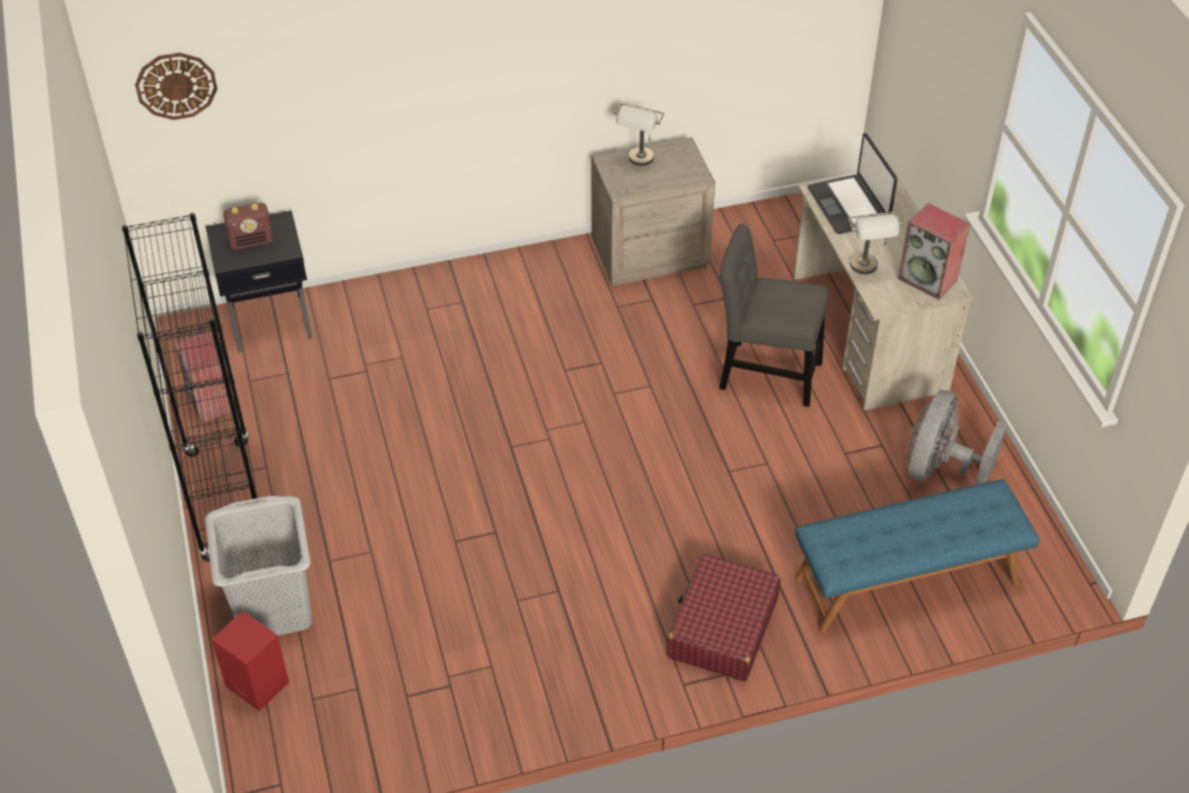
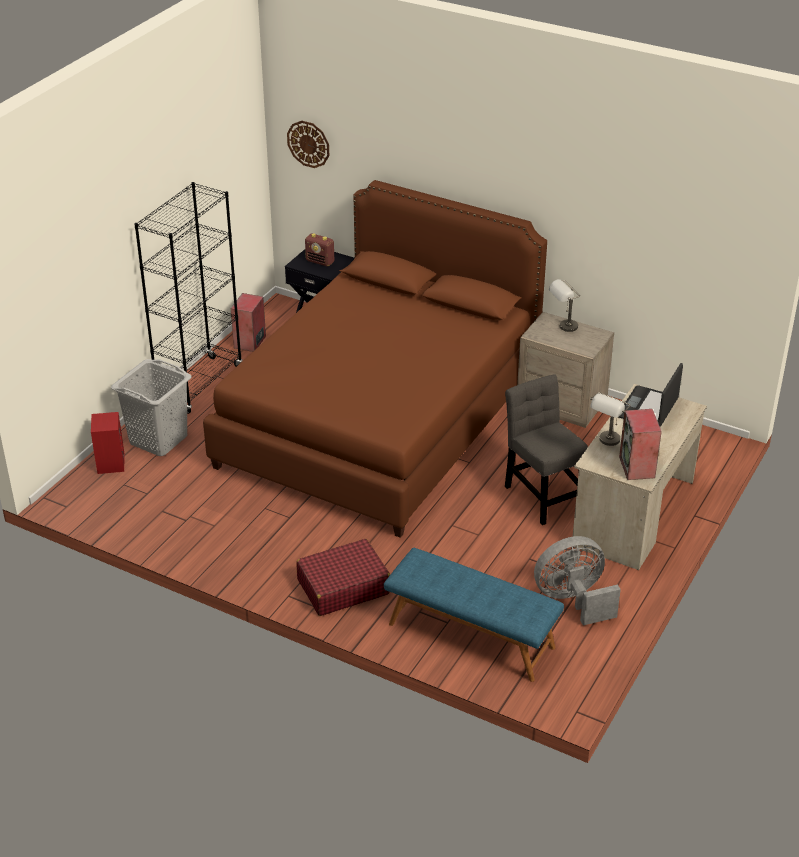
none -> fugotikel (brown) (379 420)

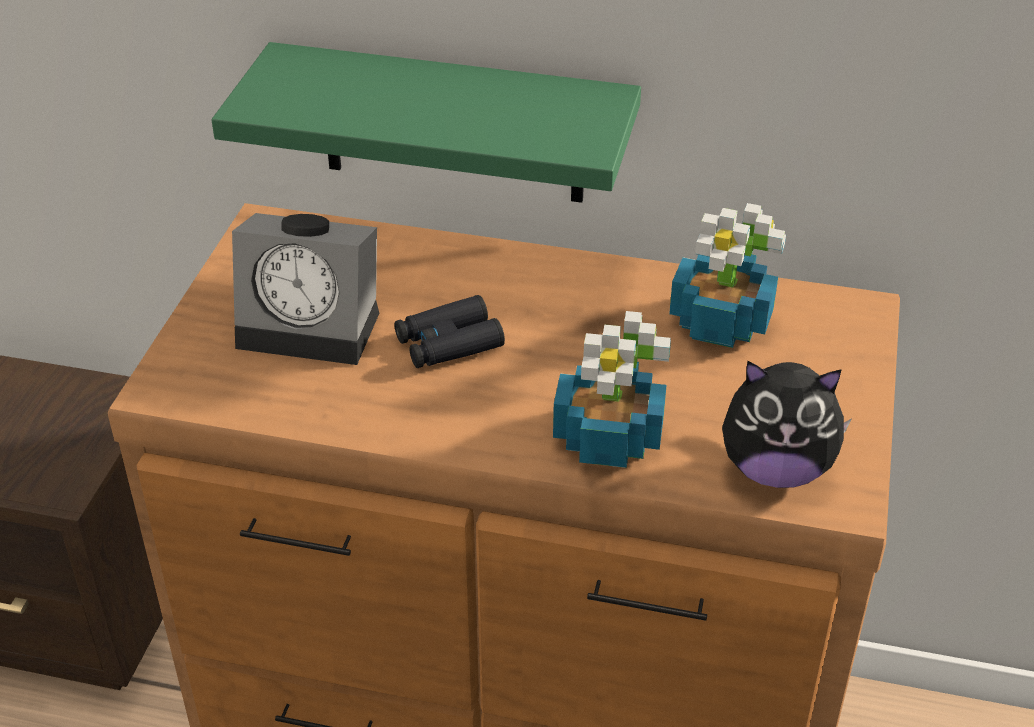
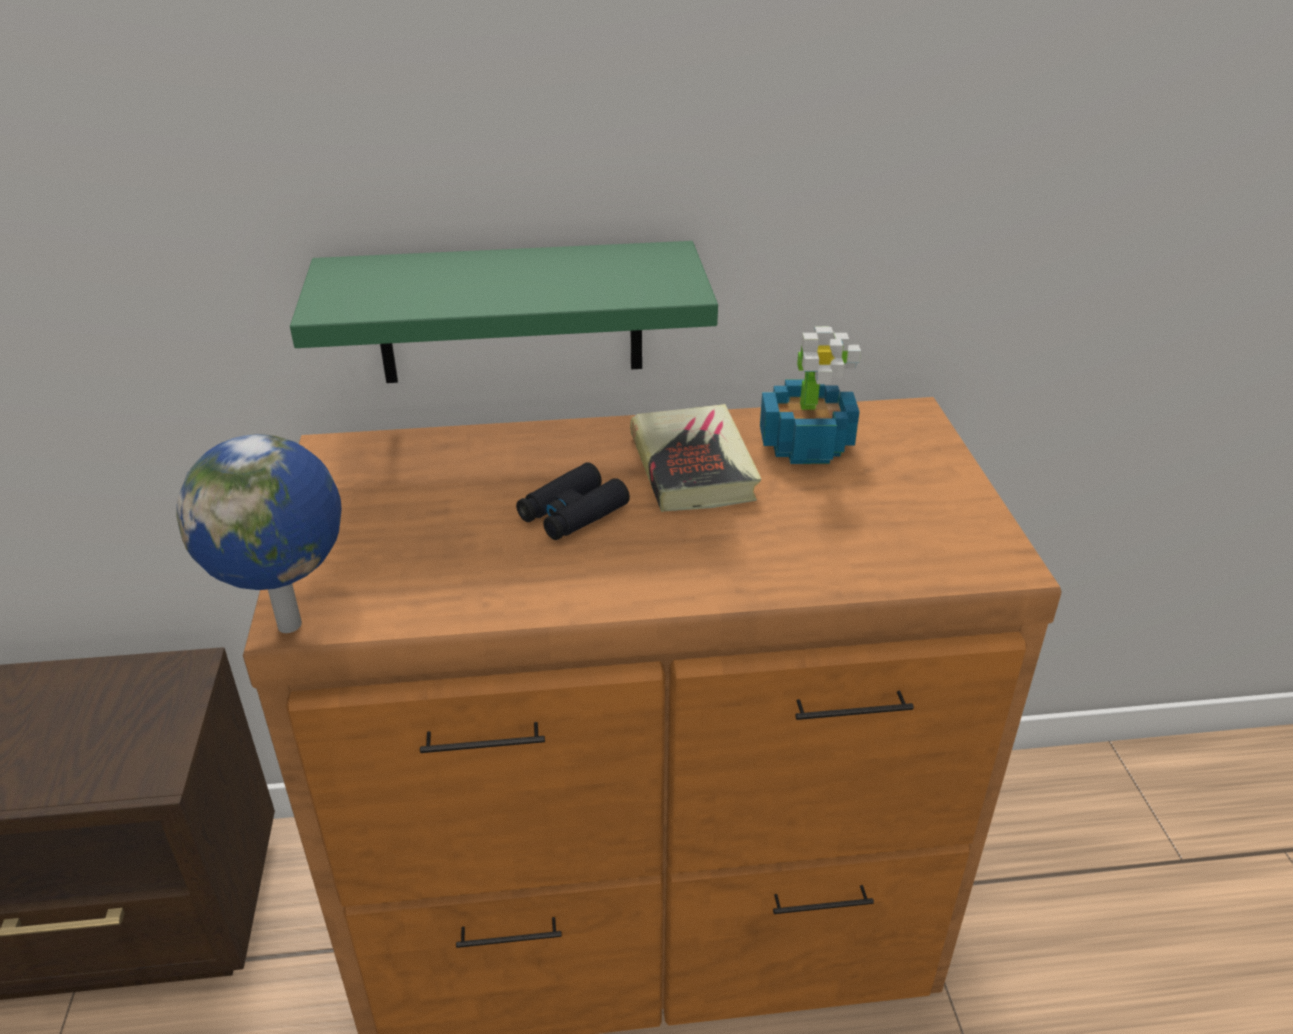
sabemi (315 326) -> none
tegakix (609 437) -> none
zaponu (776 469) -> none
none -> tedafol (693 467)
none -> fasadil (293 624)

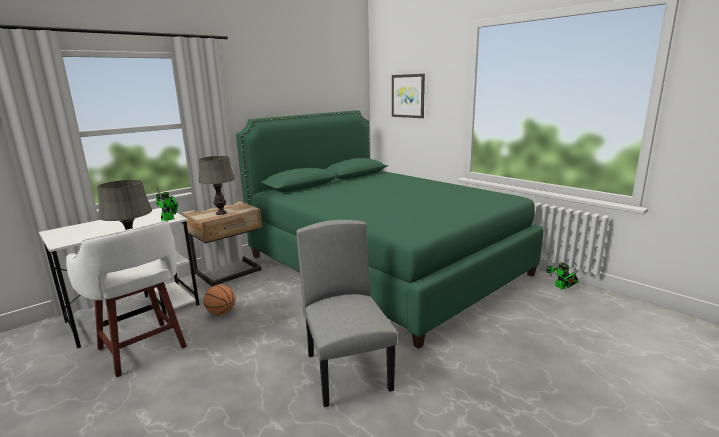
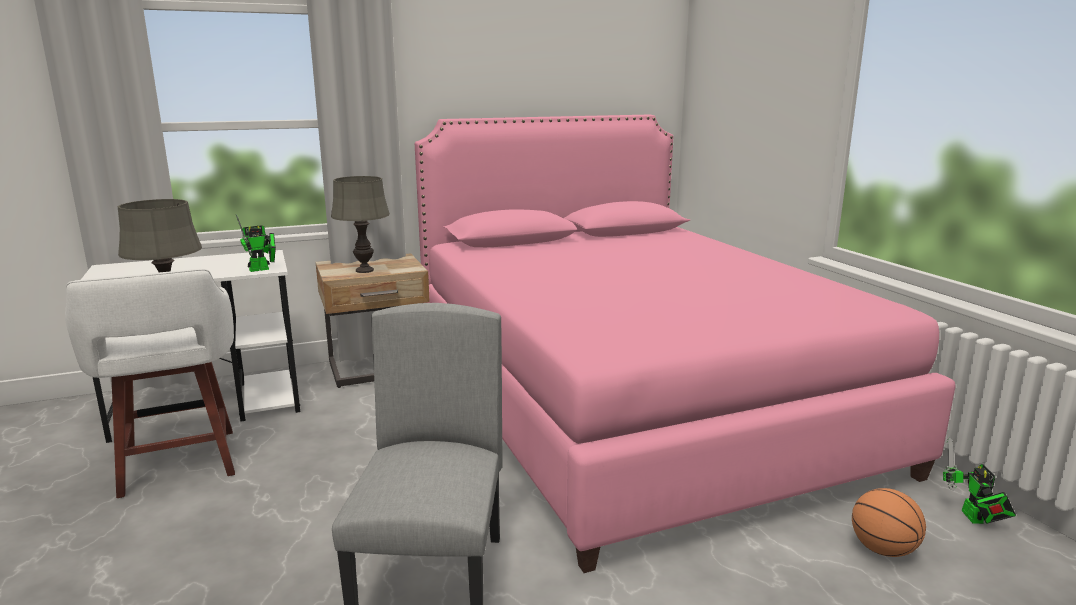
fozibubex (408 96) -> none
fugotikel (green) (383 265) -> fugotikel (pink) (630 402)
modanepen (221 313) -> modanepen (883 550), shifted

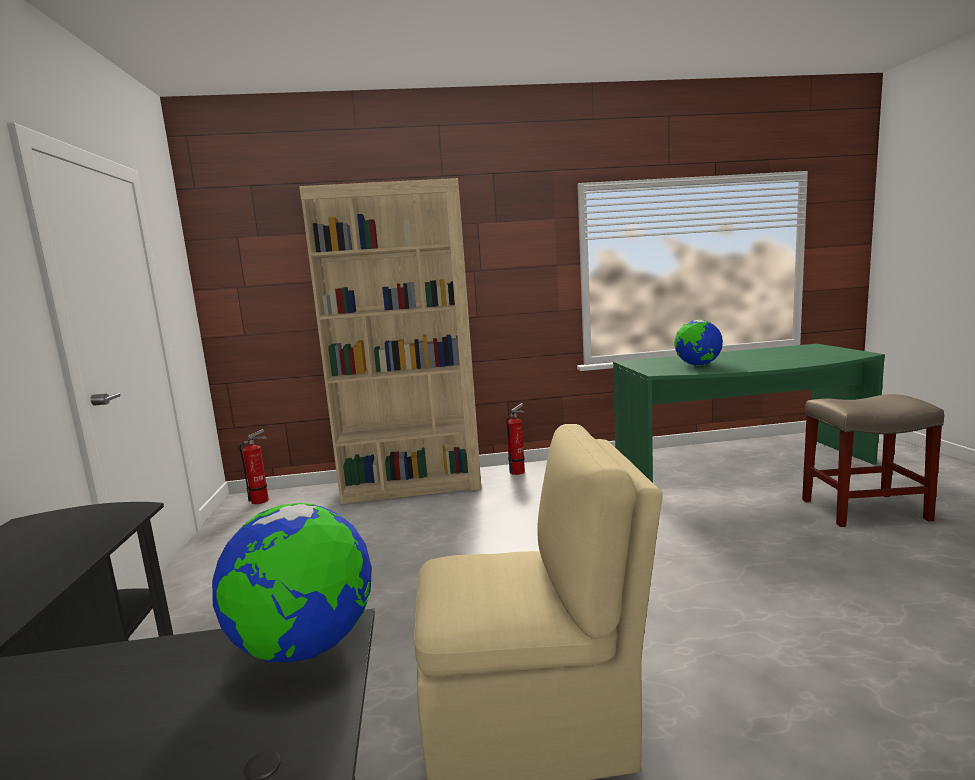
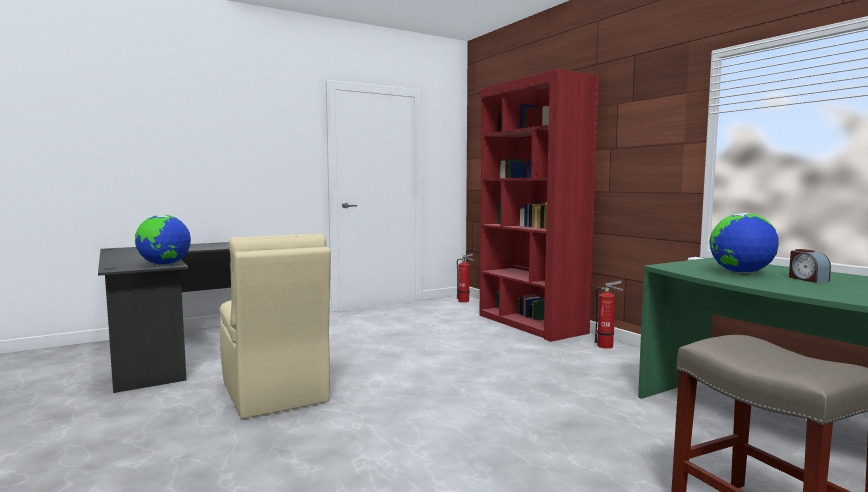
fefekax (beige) (412 486) -> fefekax (red) (530 324)
none -> sabemi (807 279)

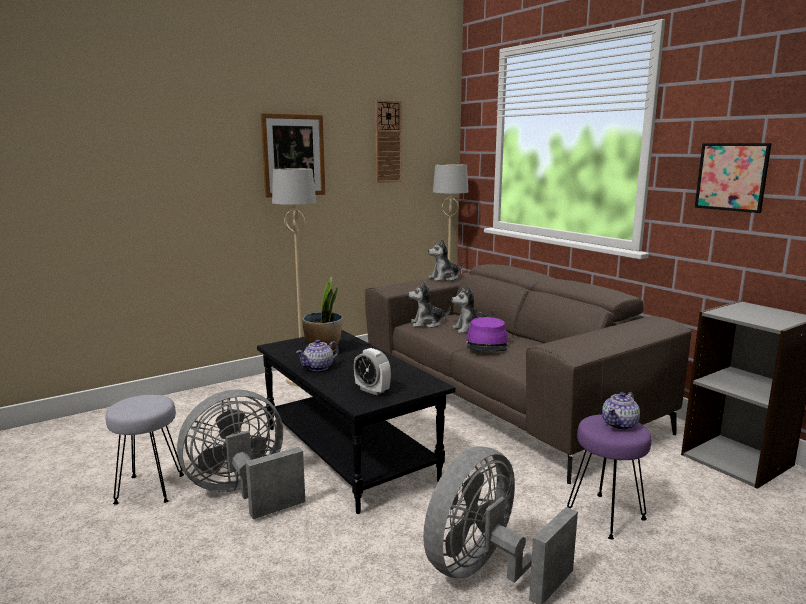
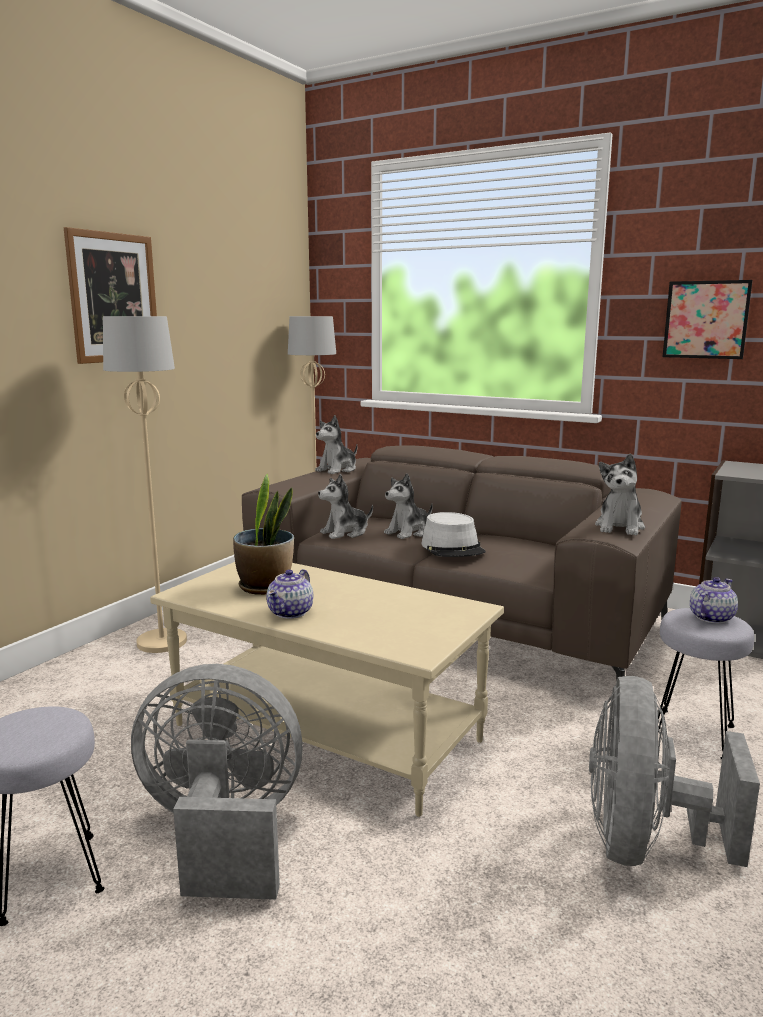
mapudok (388 142) -> none
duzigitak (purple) (487 344) -> duzigitak (grey) (453 548)
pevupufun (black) (350 453) -> pevupufun (beige) (329 732)
sabemi (372 390) -> none
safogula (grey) (244 492) -> safogula (grey) (222 834), 60 degrees clockwise
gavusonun (620 425) -> gavusonun (710 617), 150 degrees counterclockwise
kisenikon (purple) (606 516) -> kisenikon (grey) (694 734)
none -> zaponu (620 527)

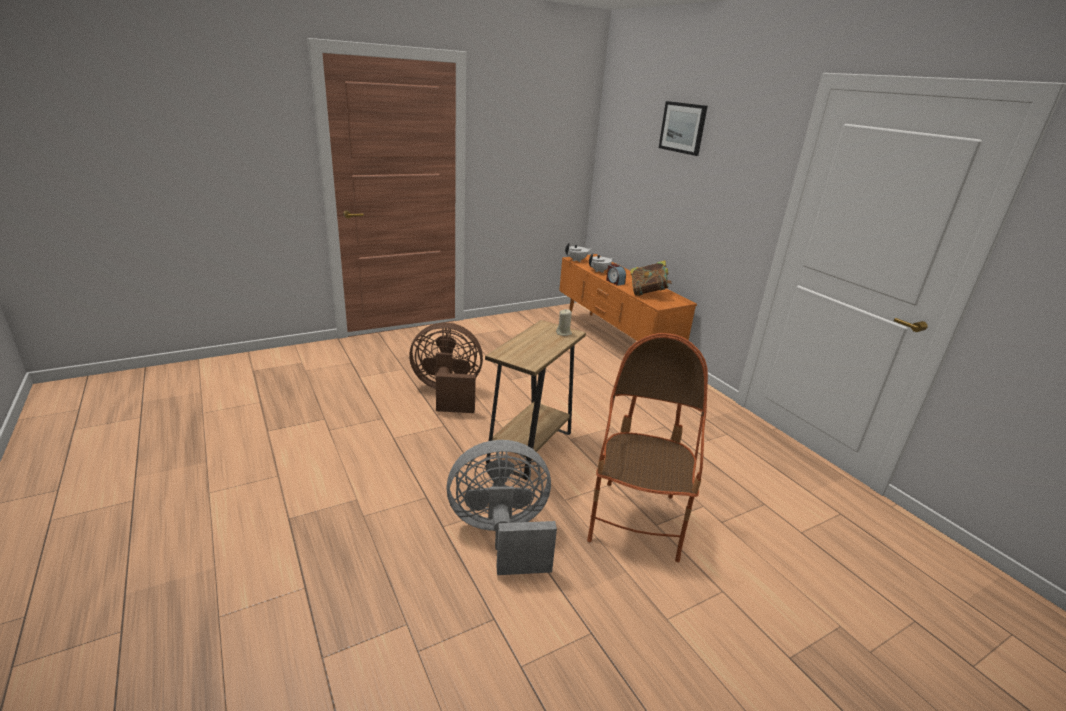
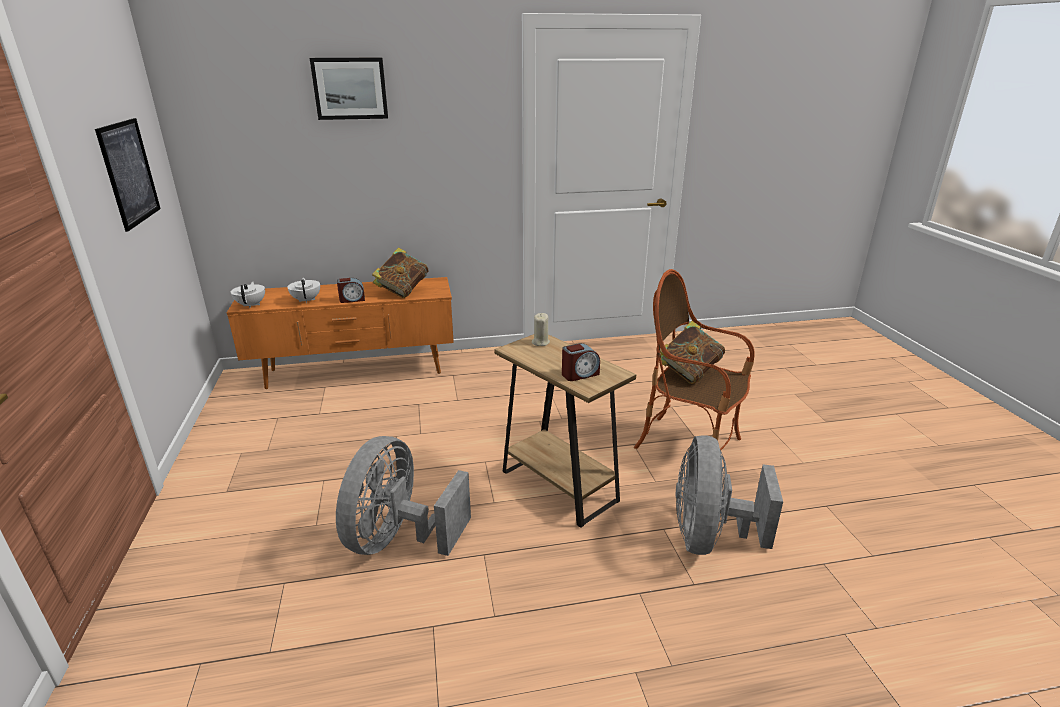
safogula (brown) (447 393) -> safogula (grey) (399 539)
none -> fozibubex (129 173)
none -> tedafol (688 372)
none -> sabemi (579 374)

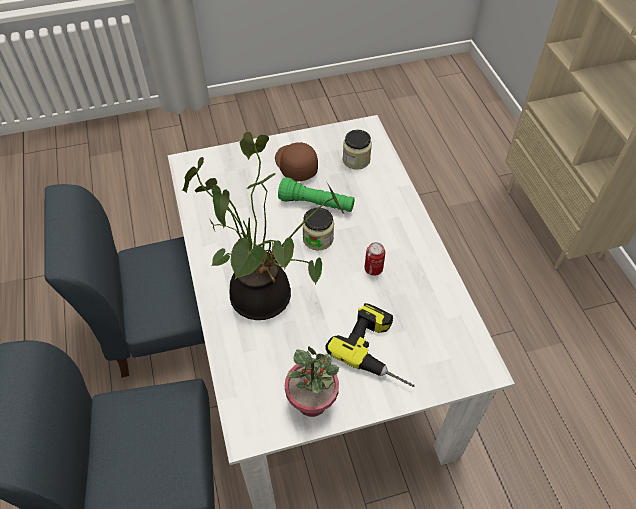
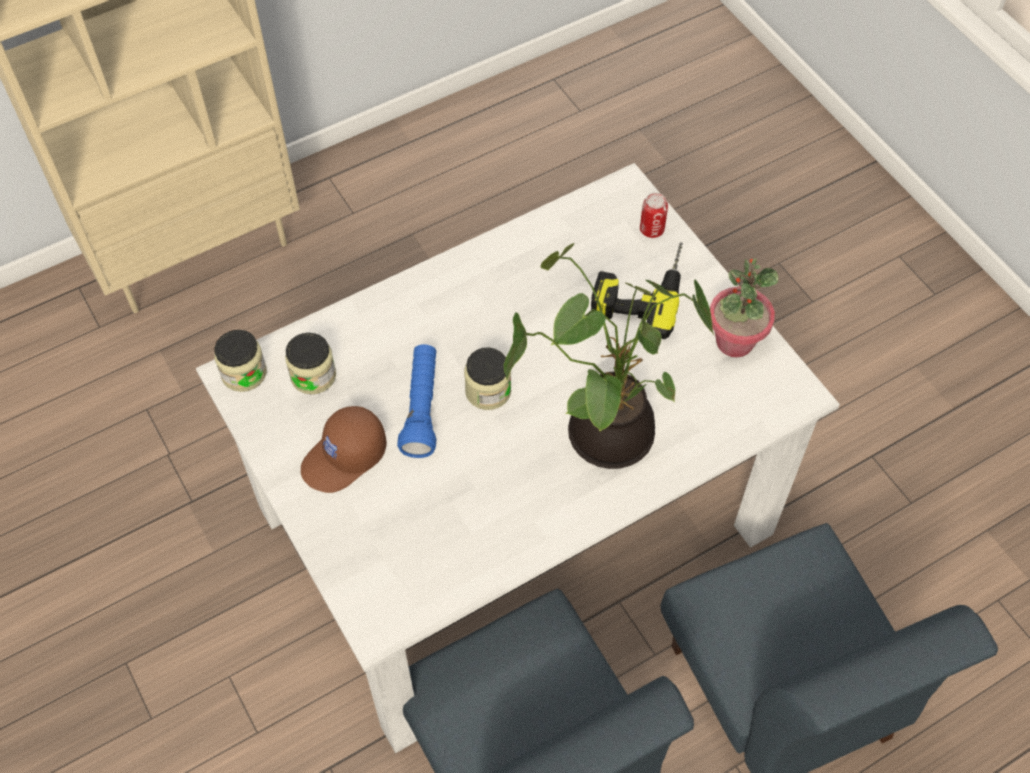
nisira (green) (316 204) -> nisira (blue) (421 408)
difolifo (373 269) -> difolifo (651 229), shifted
none -> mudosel (244 373)

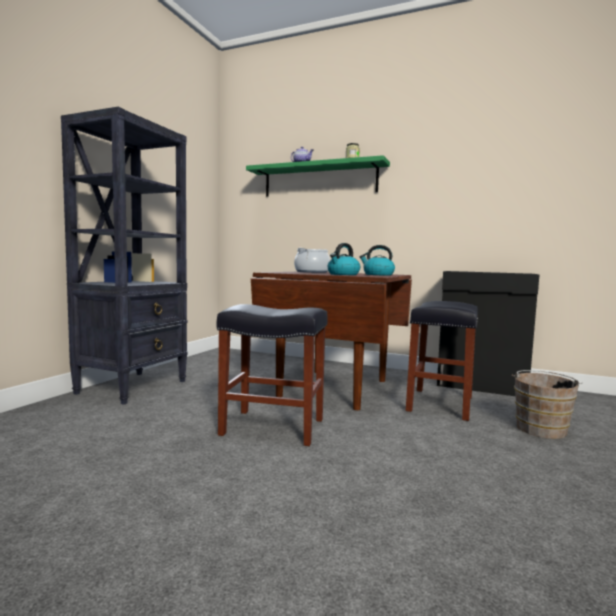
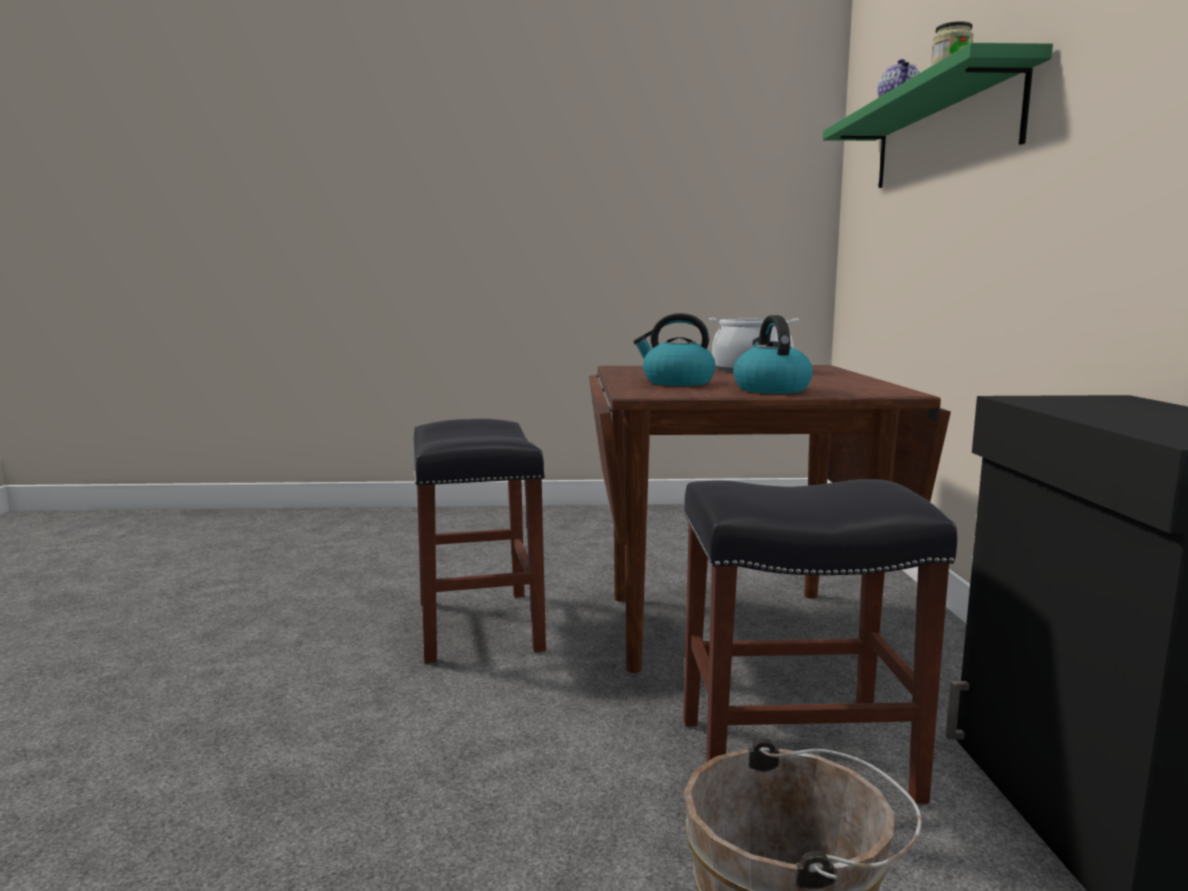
fefekax (black) (133 387) -> none

